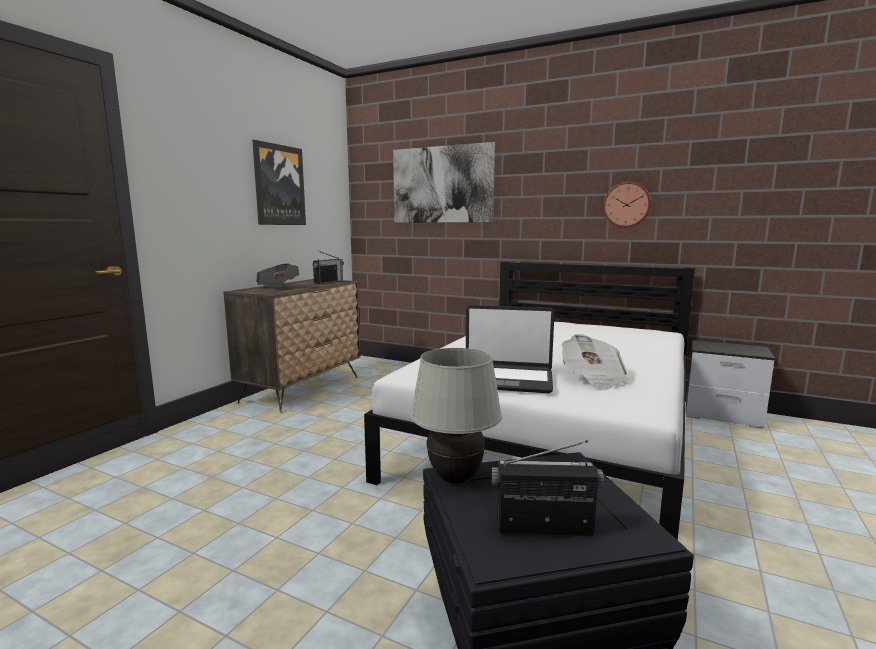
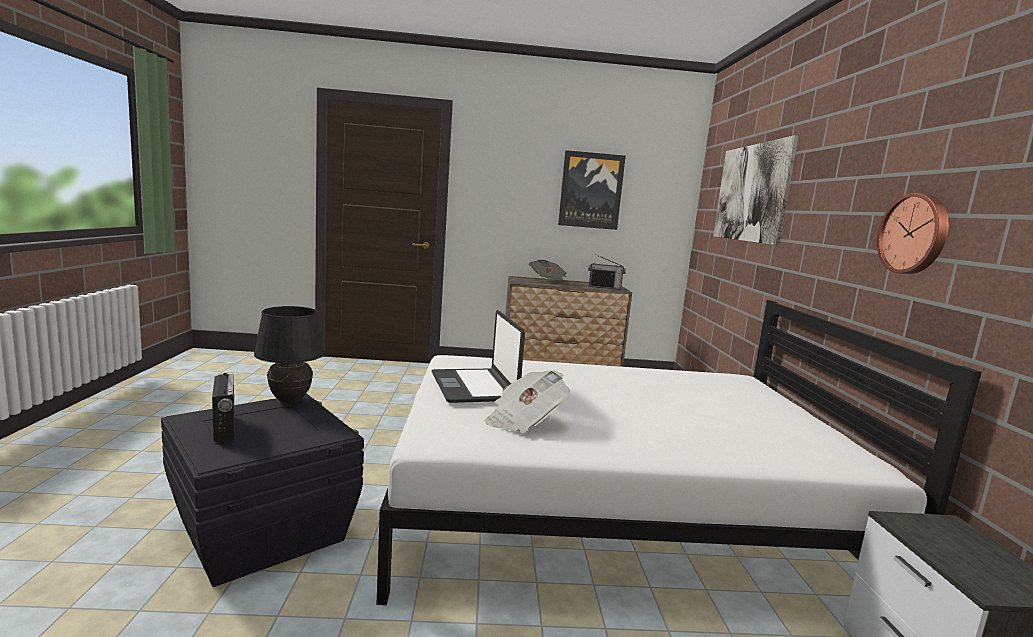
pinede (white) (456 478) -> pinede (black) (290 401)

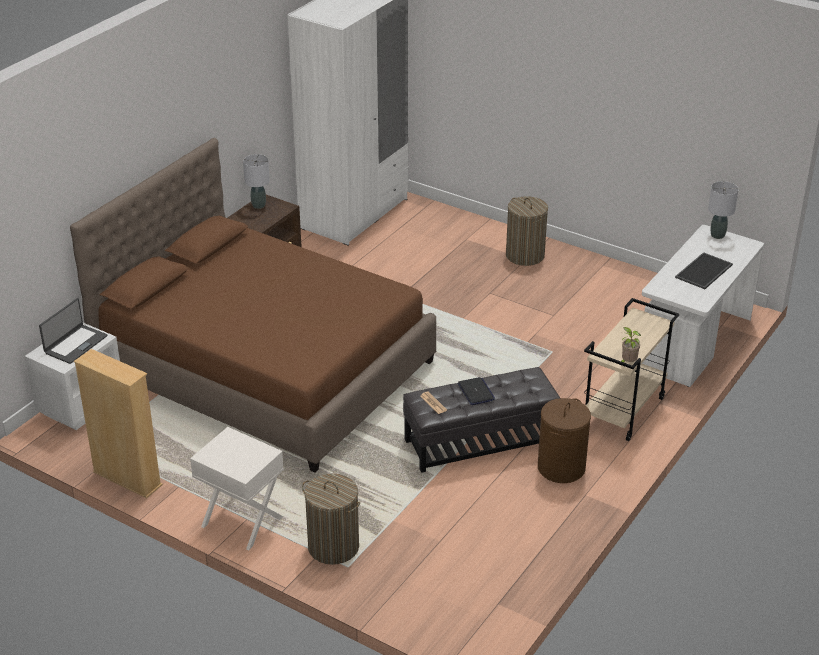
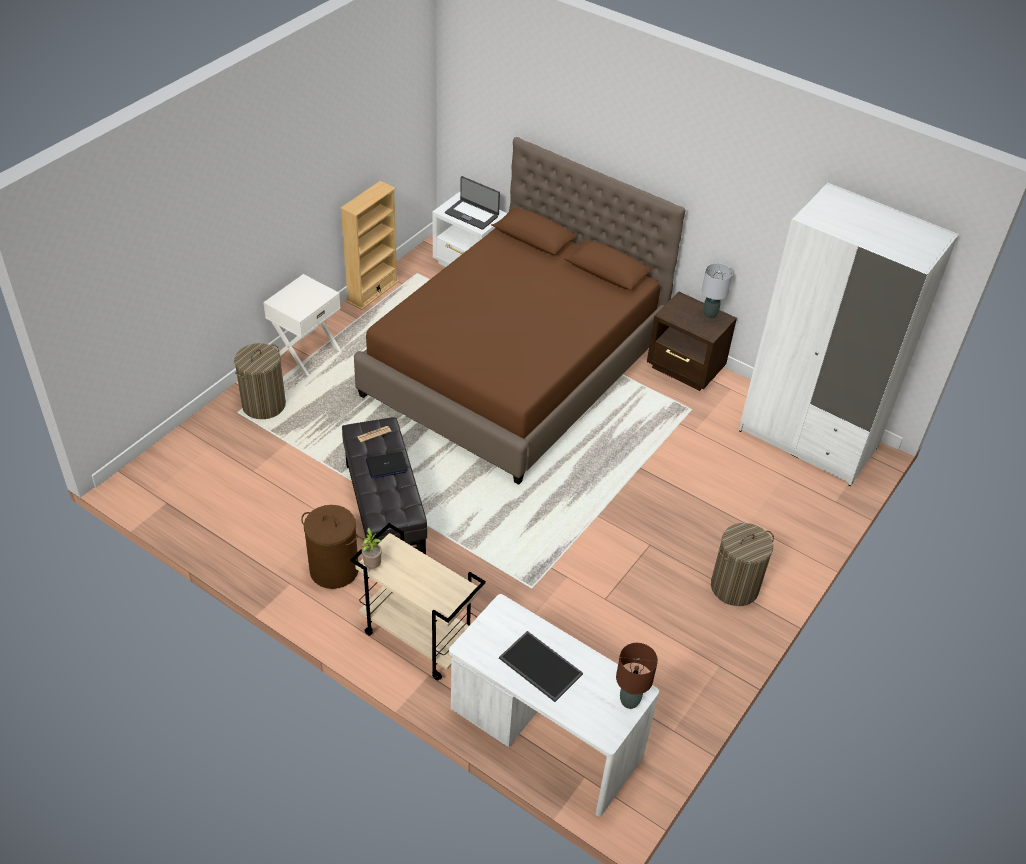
pinede (grey) (717 235) -> pinede (brown) (629 701)

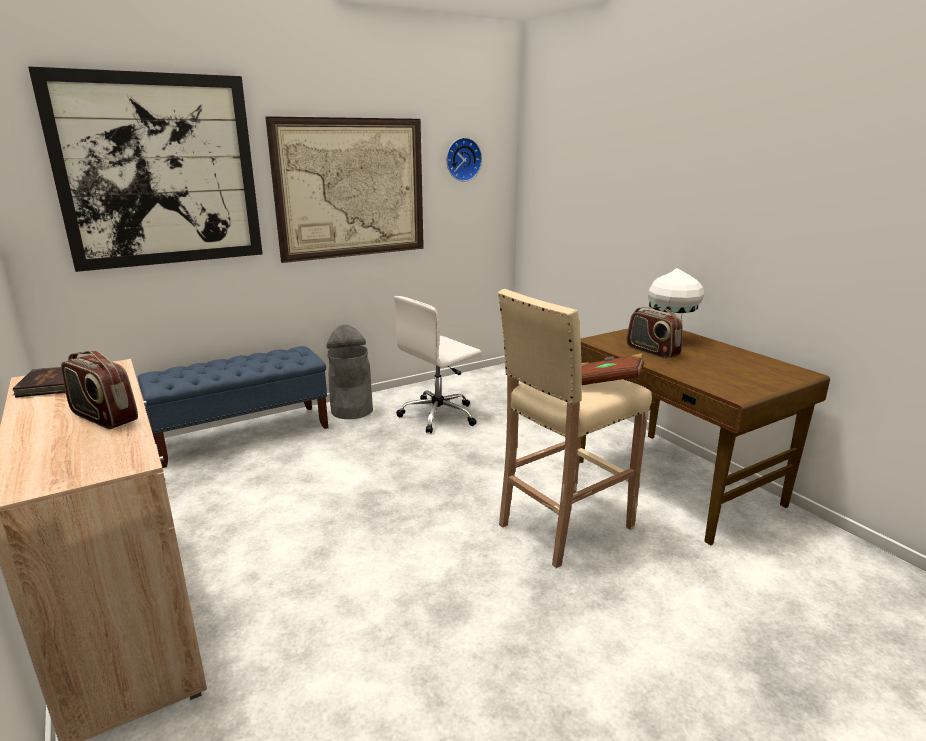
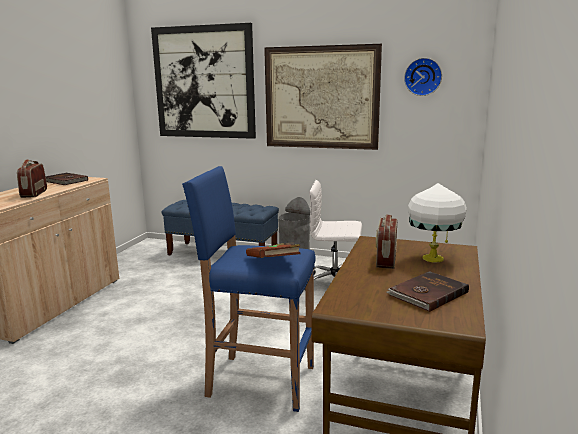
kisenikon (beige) (563 527) -> kisenikon (blue) (258 381)
none -> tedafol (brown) (427 294)

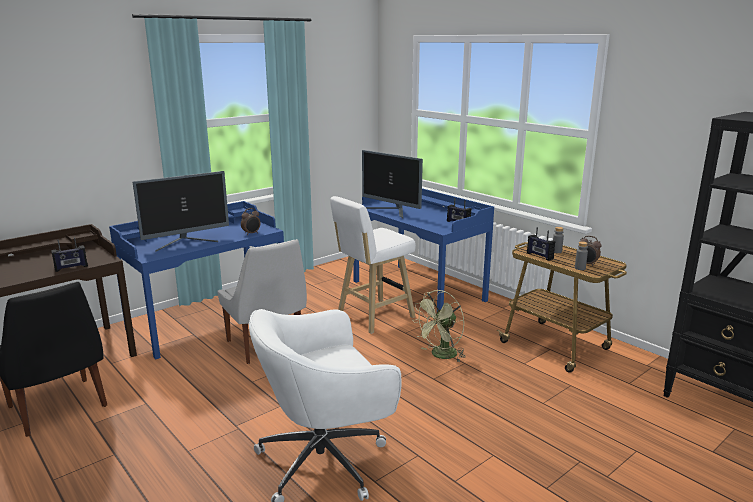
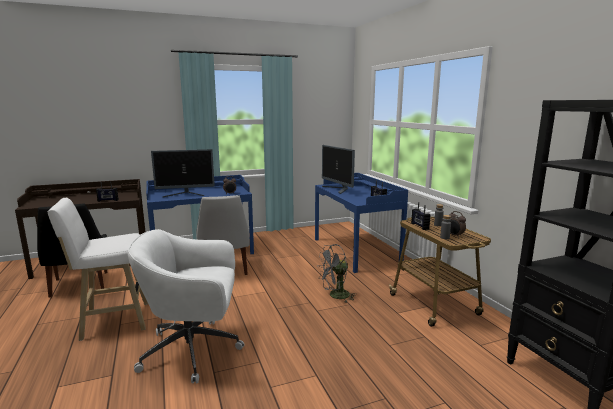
kisenikon (white) (373 317) -> kisenikon (white) (112 321), shifted
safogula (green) (441 356) -> safogula (grey) (335 296)

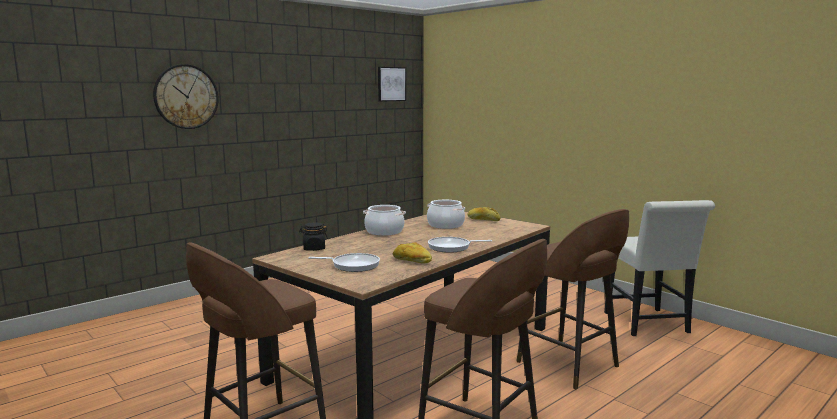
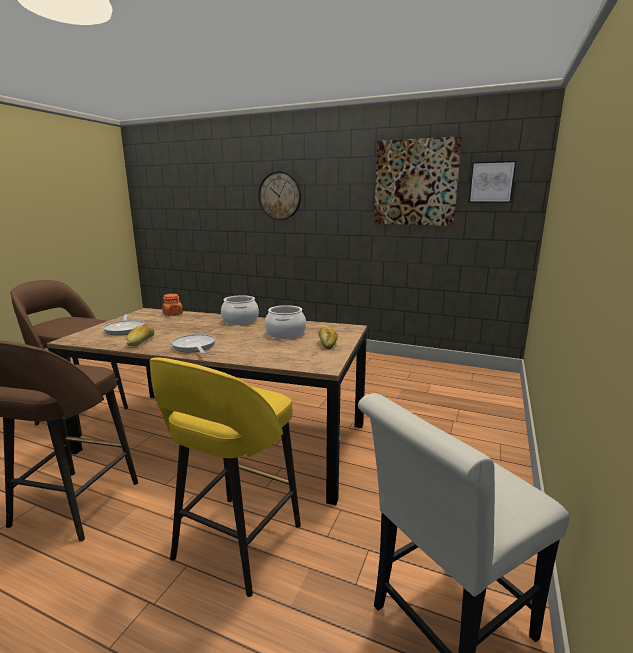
kisenikon (brown) (569 365) -> kisenikon (yellow) (235 544)
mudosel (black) (314 248) -> mudosel (orange) (172 314)
none -> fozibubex (415 183)

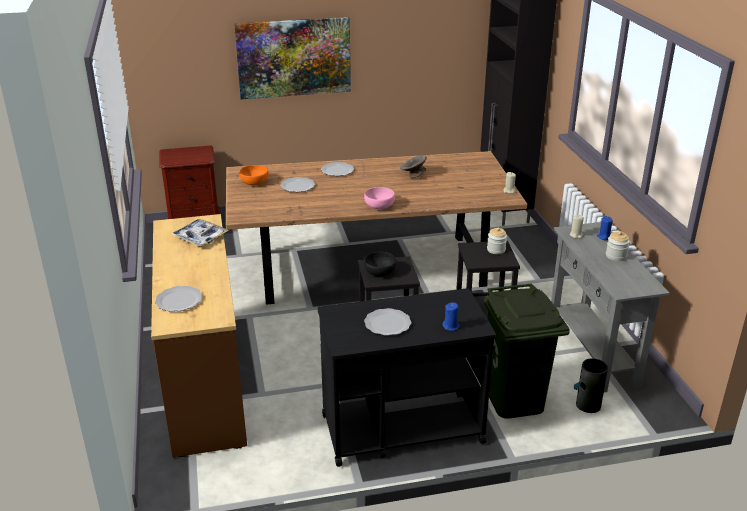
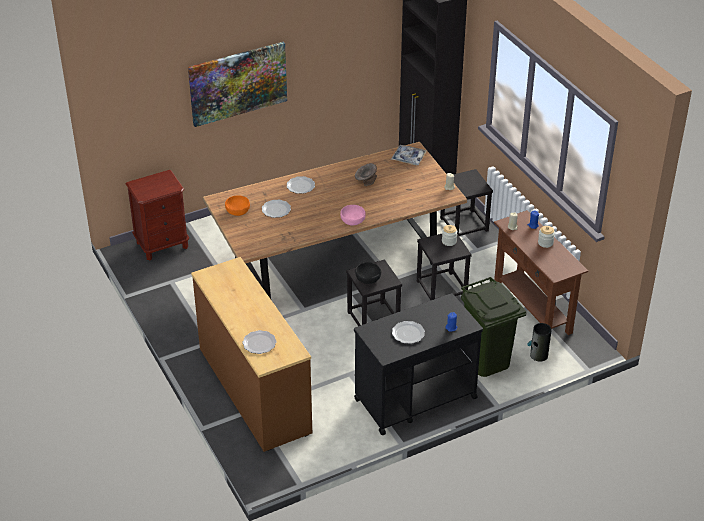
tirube (200 237) -> tirube (408 158), shifted
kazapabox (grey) (592 351) -> kazapabox (brown) (532 310)
none -> kisenikon (black) (464 224)

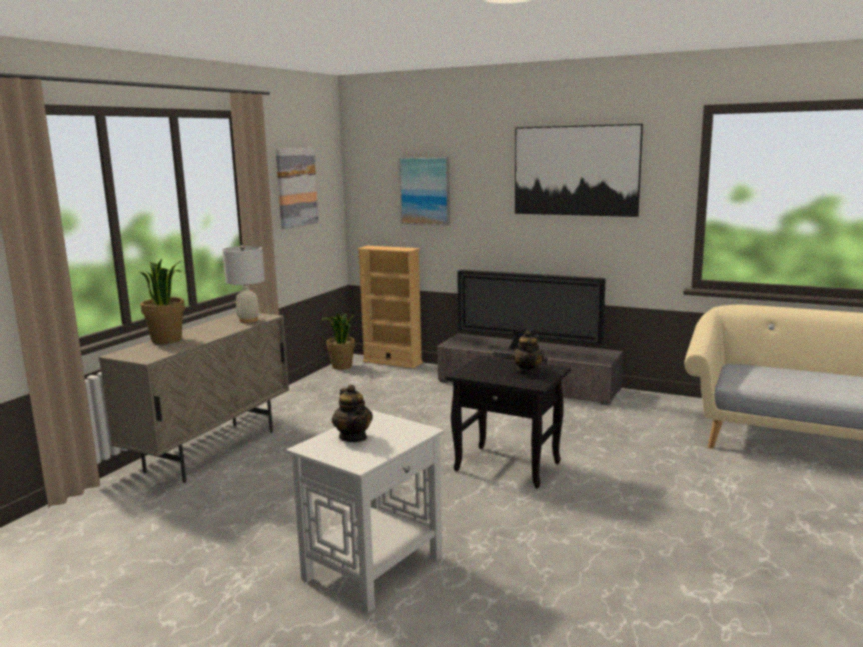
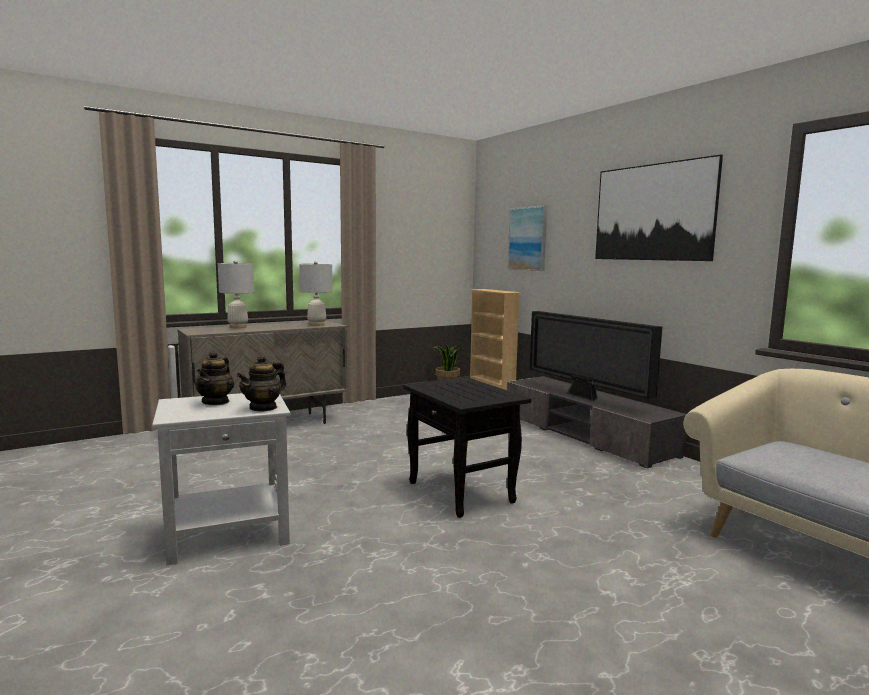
fozibubex (296 187) -> none
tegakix (167 340) -> pinede (white) (238 327)
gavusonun (527 371) -> gavusonun (263 408), shifted

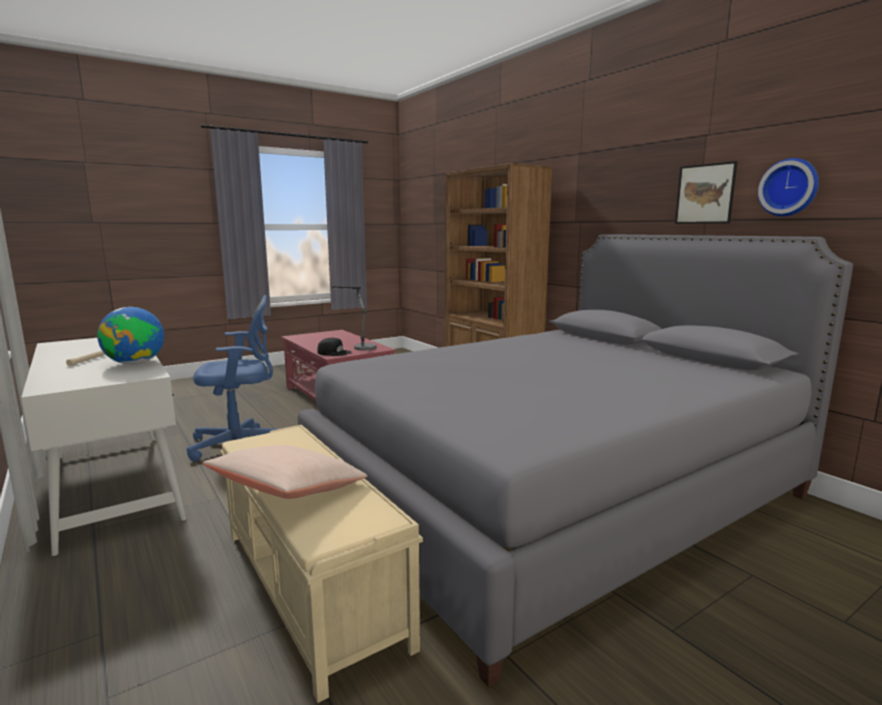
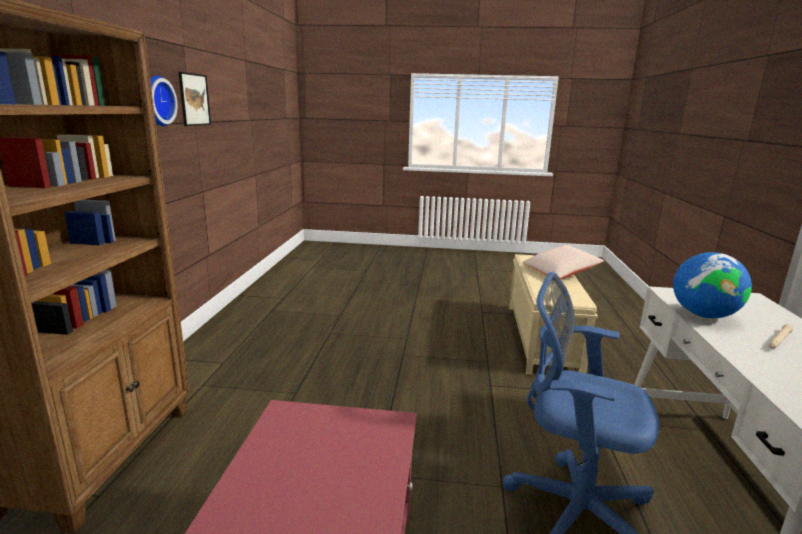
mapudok (789 187) -> mapudok (156 101), shifted
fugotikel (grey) (554 493) -> none
pinede (359 347) -> none
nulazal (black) (334 352) -> none

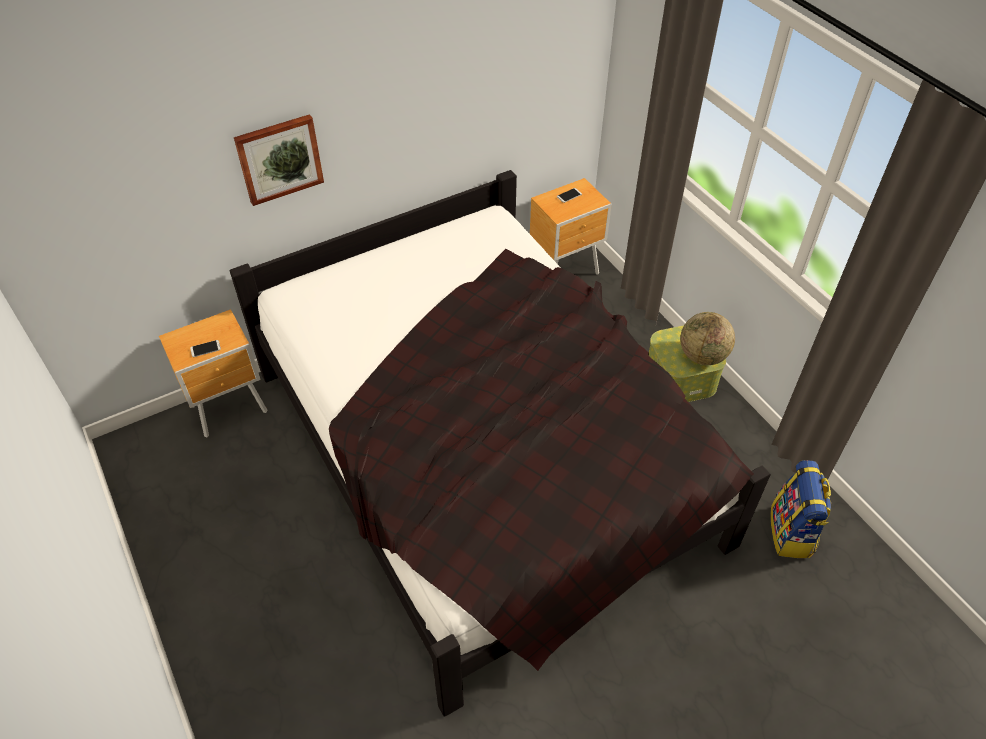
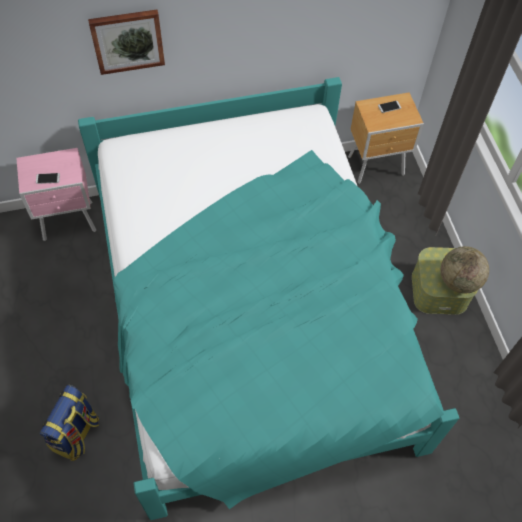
fugotikel (black) (486 456) -> fugotikel (turquoise) (253 316)
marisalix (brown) (231 409) -> marisalix (pink) (69 222)
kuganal (791 533) -> kuganal (76 434), shifted

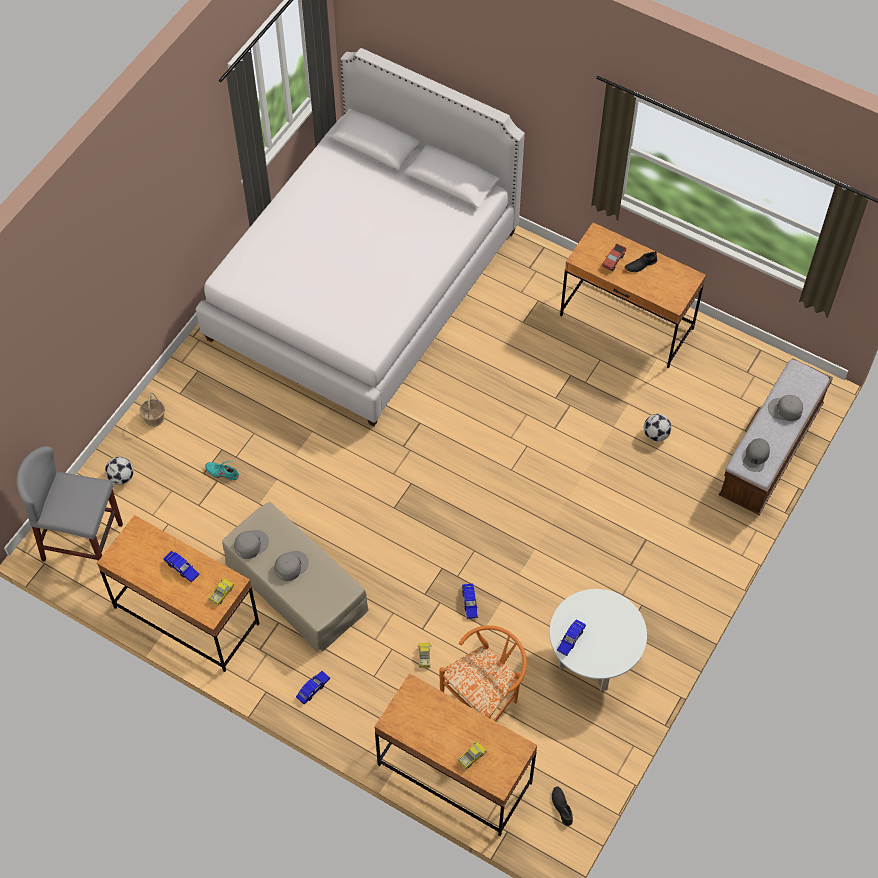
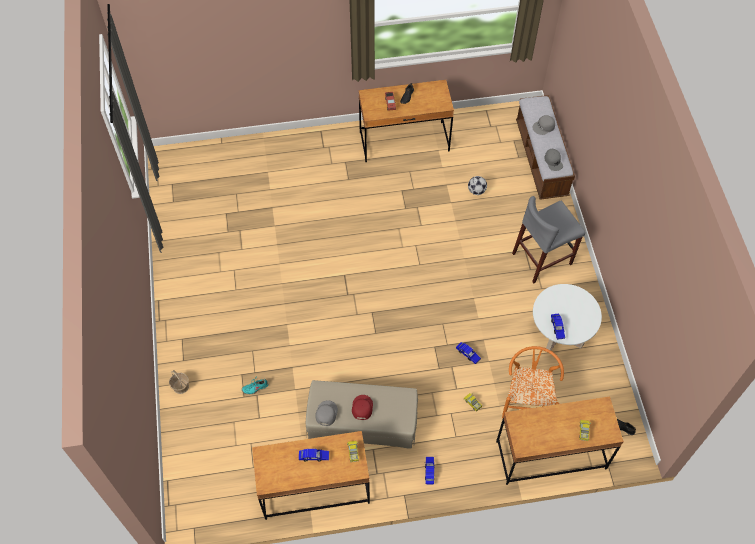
fugotikel (white) (363 284) -> none
kisenikon (grey) (83 542) -> kisenikon (grey) (542 258), shifted
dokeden (121 477) -> none
nulazal (grey) (290 565) -> nulazal (red) (362 407)

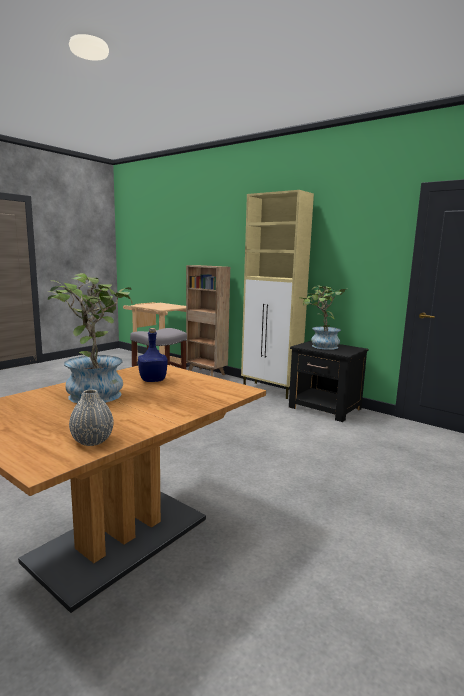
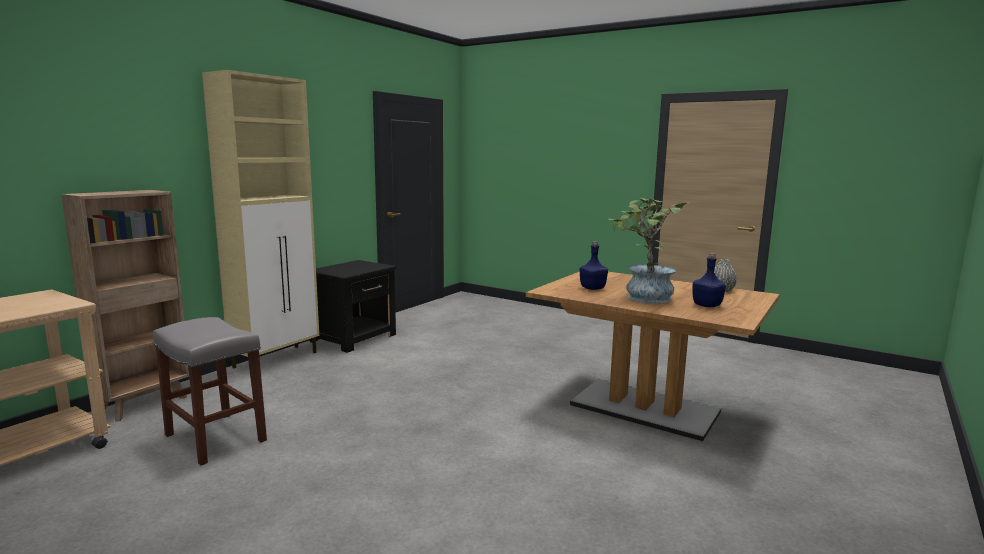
tegakix (321 346) -> none
none -> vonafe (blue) (707 306)

